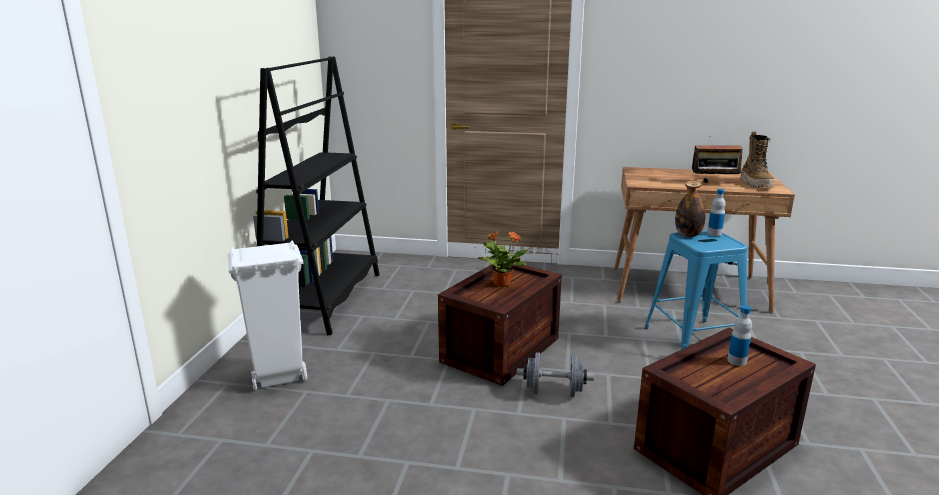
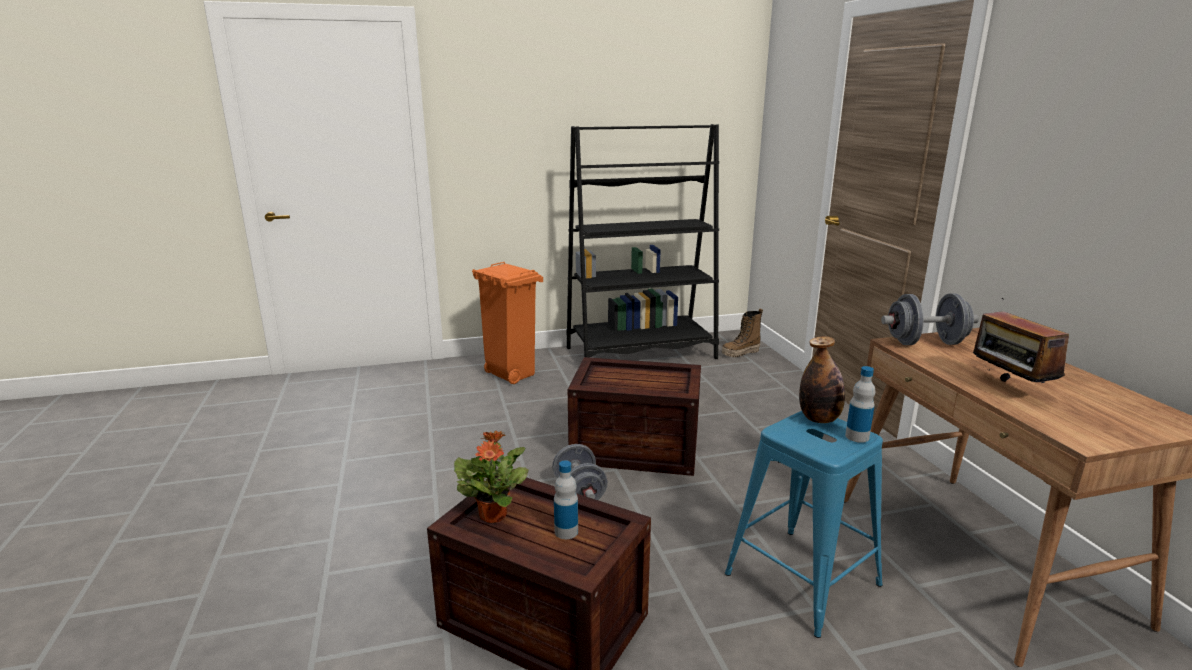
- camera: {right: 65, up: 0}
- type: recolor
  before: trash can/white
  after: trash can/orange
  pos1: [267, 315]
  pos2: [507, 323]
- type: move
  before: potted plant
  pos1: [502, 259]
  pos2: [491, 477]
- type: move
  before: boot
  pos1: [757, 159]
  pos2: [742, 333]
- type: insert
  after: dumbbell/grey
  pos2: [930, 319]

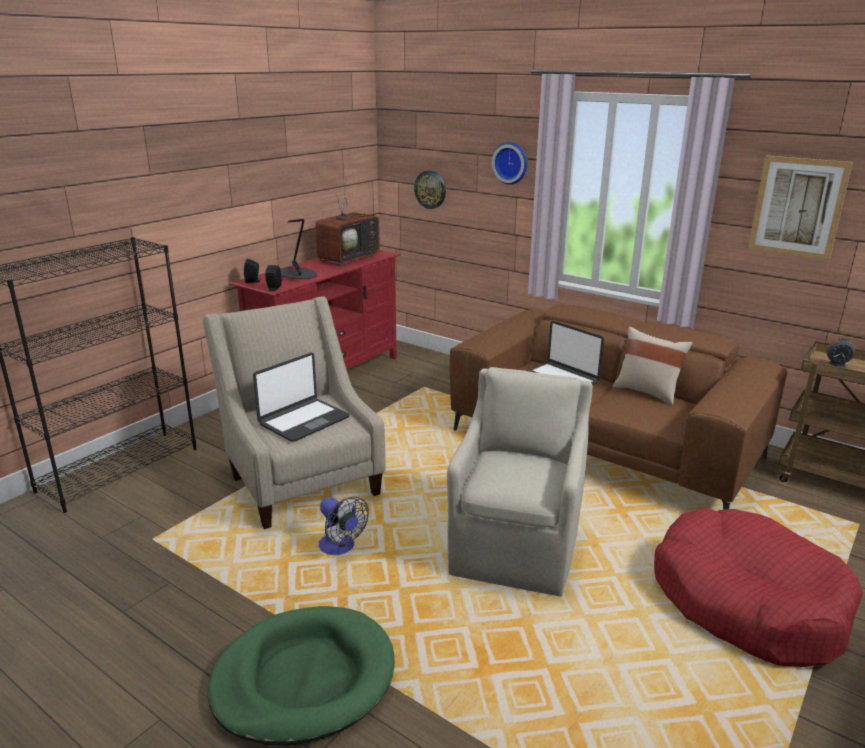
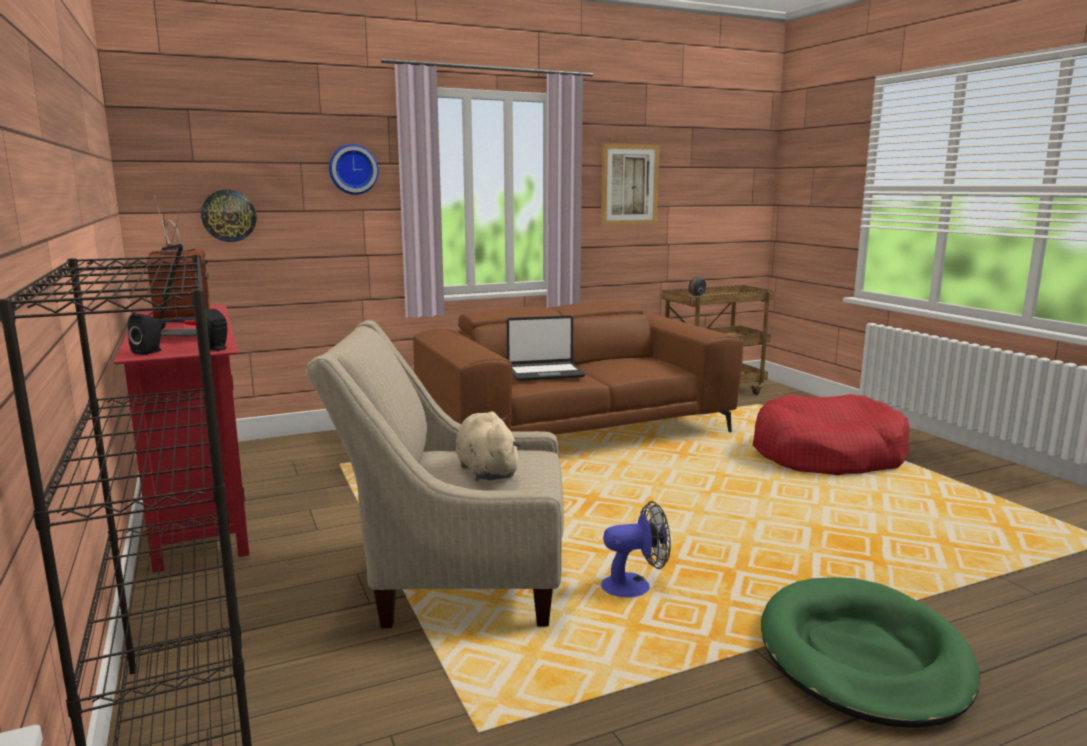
- camera: {right: -60, up: -10}
- type: replace
  before: laptop
  after: plush toy/beige
  pos1: [301, 397]
  pos2: [489, 446]
- type: delete
  before: armchair/beige
  pos1: [520, 481]
- type: delete
  before: pillow/beige
  pos1: [653, 365]

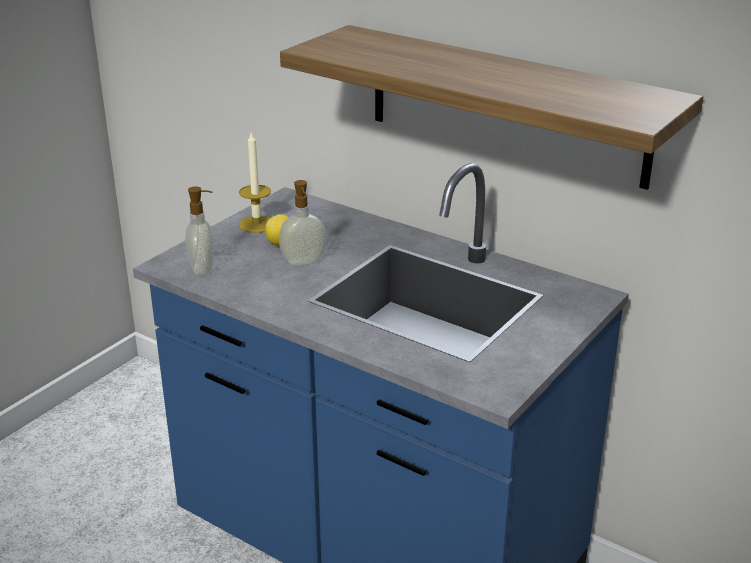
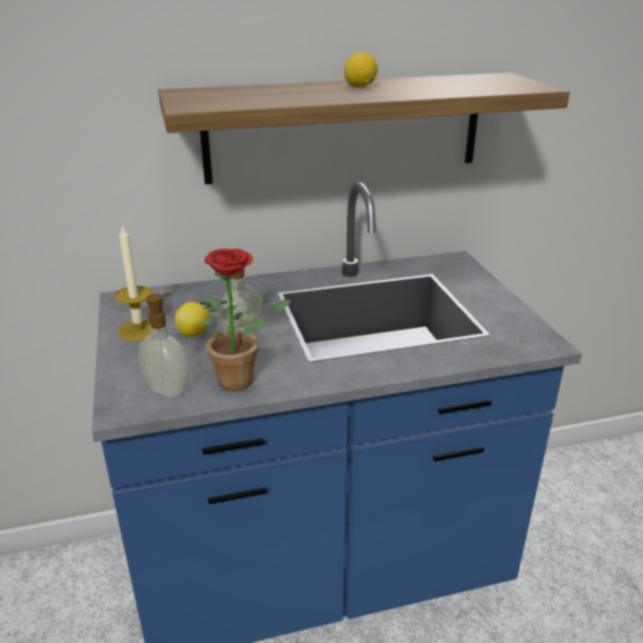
- camera: {right: -50, up: 0}
- type: insert
  after: potted plant
  pos2: [245, 319]
- type: insert
  after: lemon
  pos2: [361, 70]

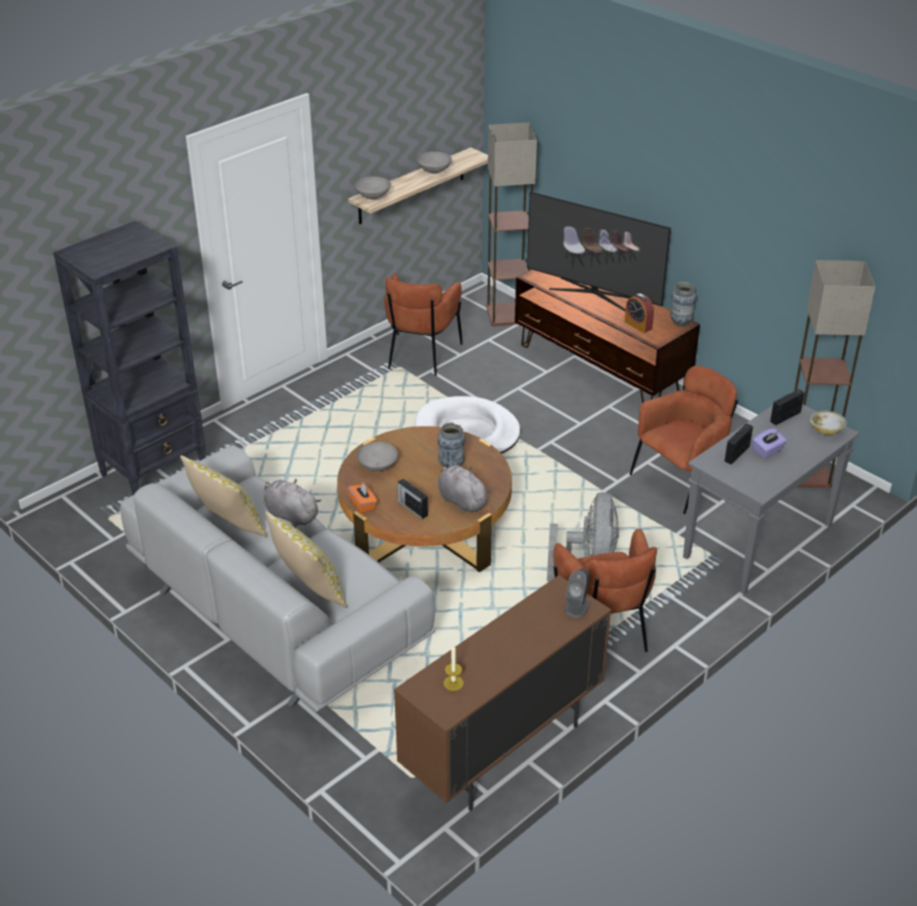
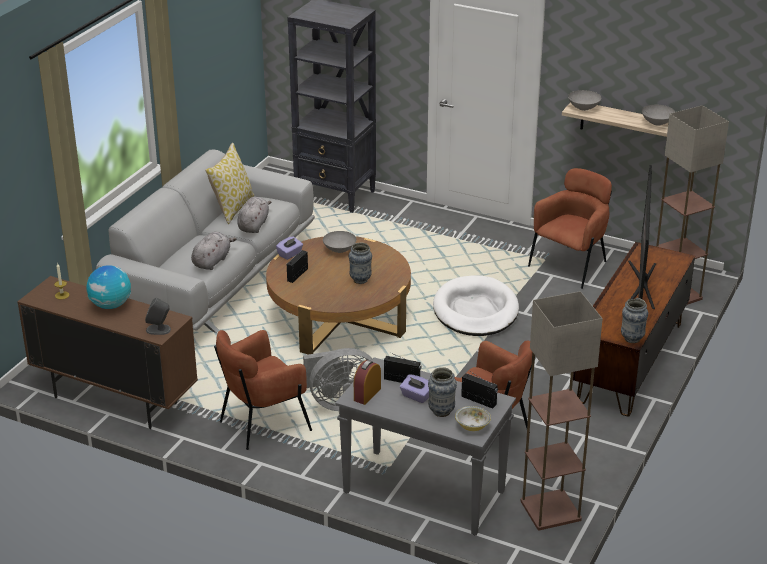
- camera: {right: 70, up: -5}
- type: delete
  before: pillow
  pos1: [306, 560]
- type: recolor
  before: tissue box/orange
  after: tissue box/purple
  pos1: [362, 498]
  pos2: [289, 248]
- type: rotate
  before: armchair/brown
  pos1: [423, 324]
  pos2: [570, 228]
  turn: 135
- type: move
  before: plush toy/grey
  pos1: [464, 489]
  pos2: [214, 251]
- type: move
  before: alarm clock
  pos1: [639, 313]
  pos2: [367, 382]
- type: insert
  after: globe
  pos2: [108, 287]
- type: insert
  after: vase
  pos2: [442, 392]

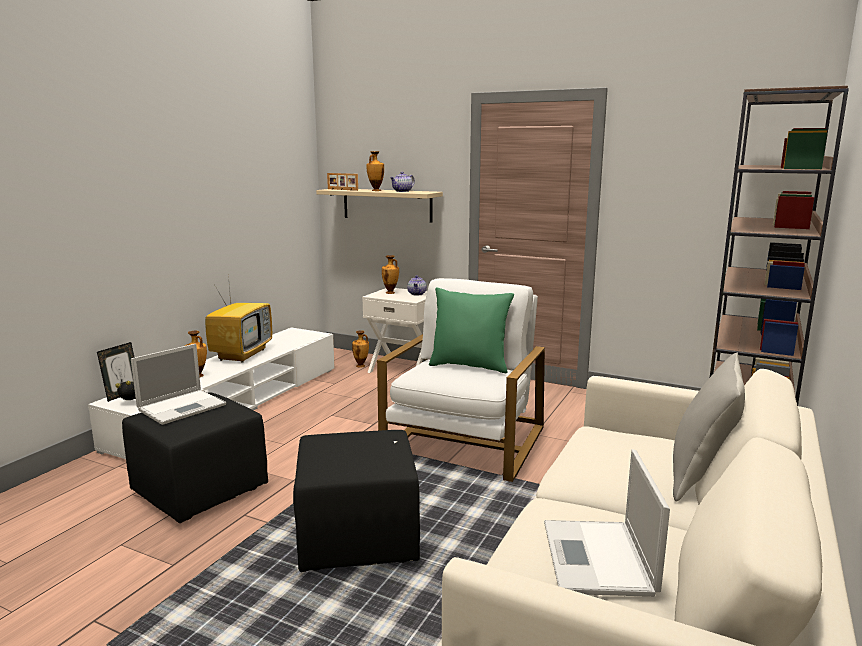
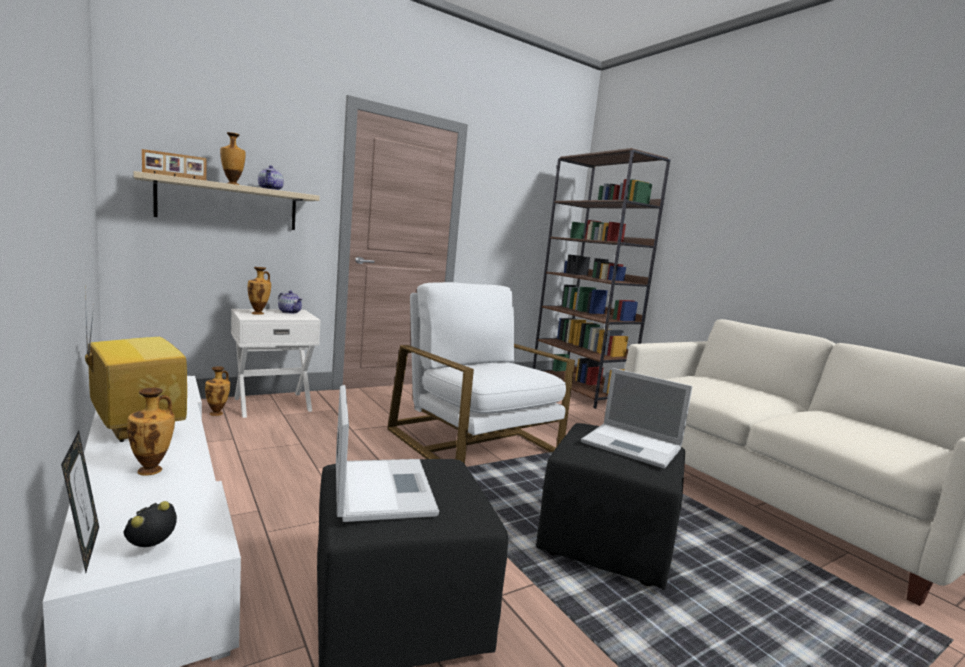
- camera: {right: -60, up: -5}
- type: delete
  before: pillow/green
  pos1: [471, 330]
- type: move
  before: laptop
  pos1: [607, 523]
  pos2: [636, 418]
- type: delete
  before: pillow/grey
  pos1: [709, 427]

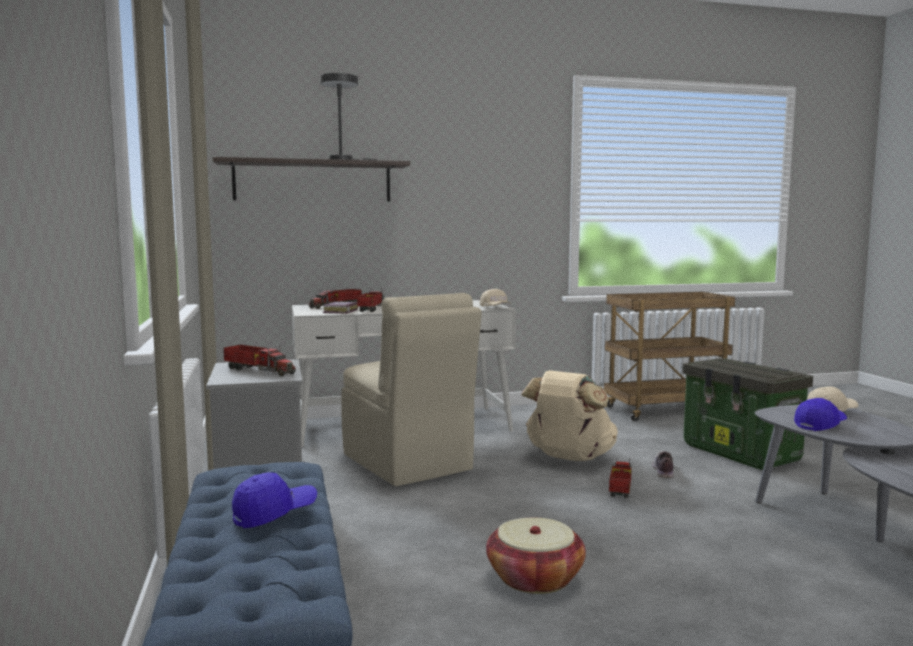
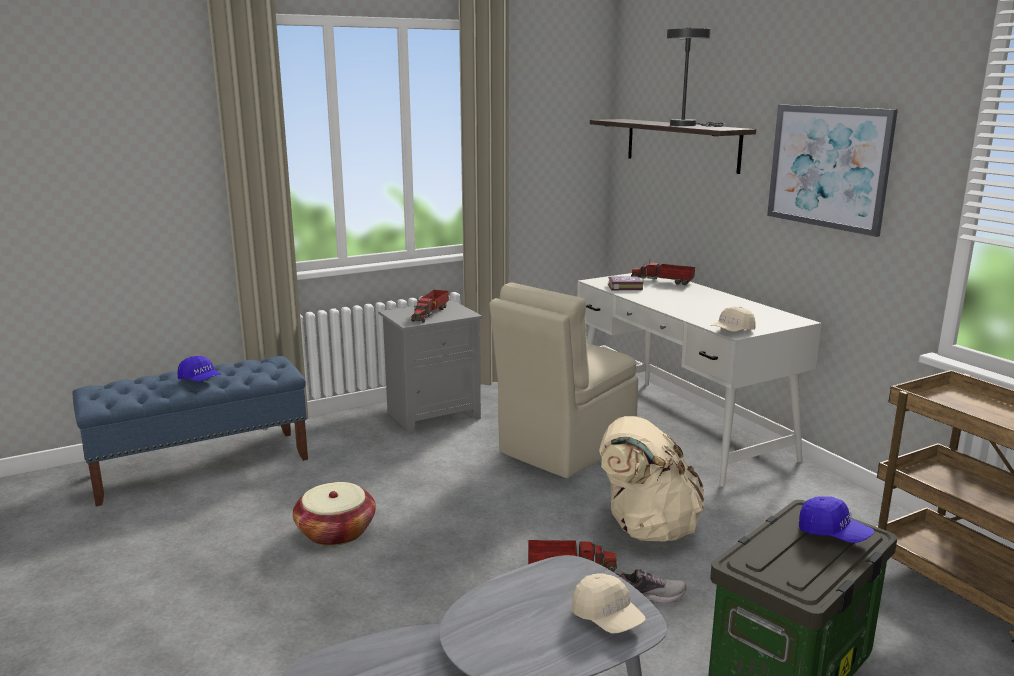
- camera: {right: 75, up: 10}
- type: delete
  before: toy truck
  pos1: [370, 300]
- type: move
  before: cap/blue
  pos1: [820, 414]
  pos2: [837, 519]
- type: insert
  after: picture
  pos2: [832, 171]

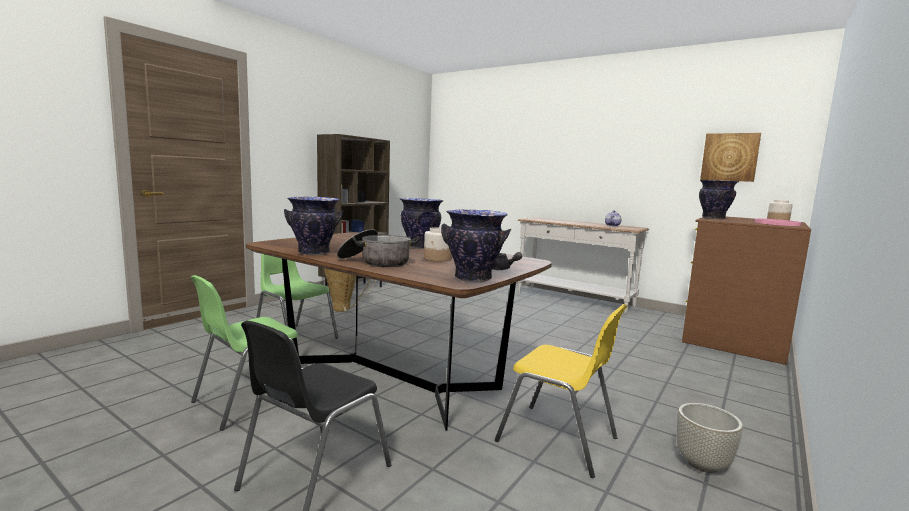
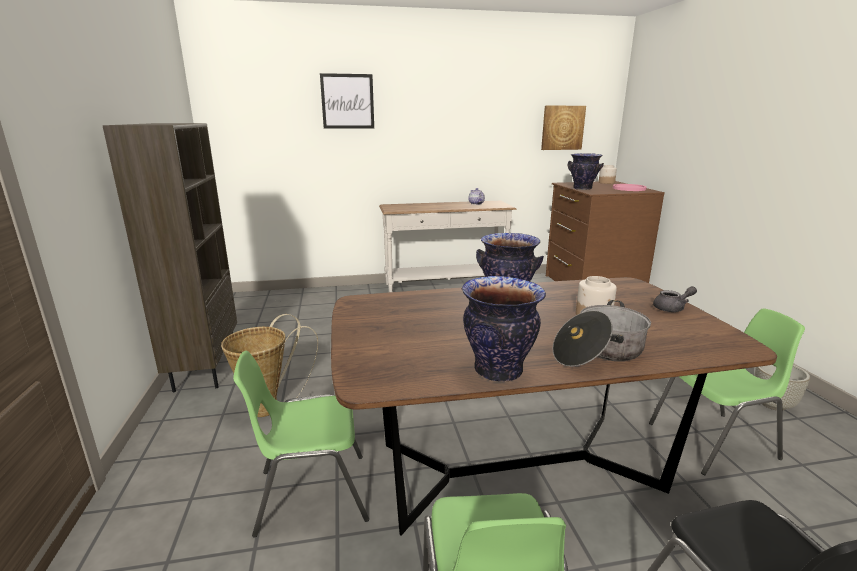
- camera: {right: -45, up: 10}
- type: delete
  before: vase
  pos1: [476, 245]
- type: recolor
  before: chair/yellow
  after: chair/green
  pos1: [561, 391]
  pos2: [727, 391]
- type: insert
  after: picture
  pos2: [347, 101]

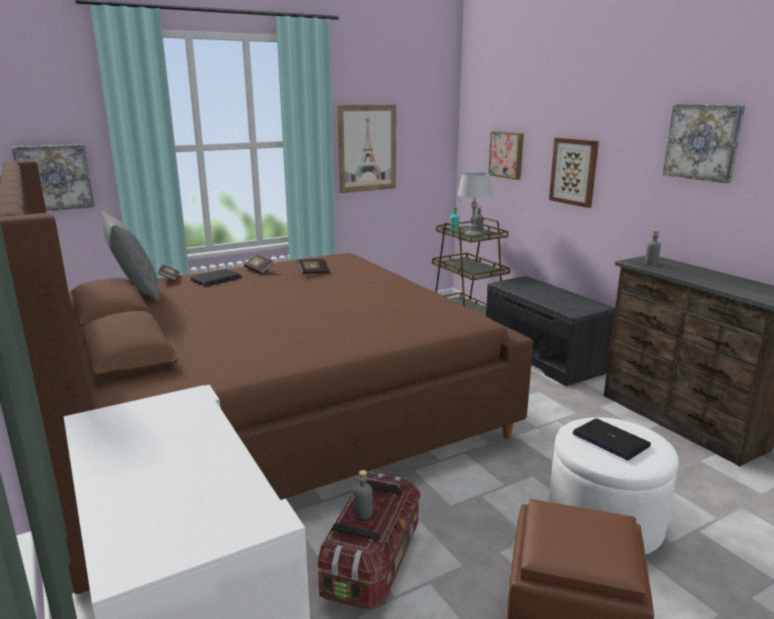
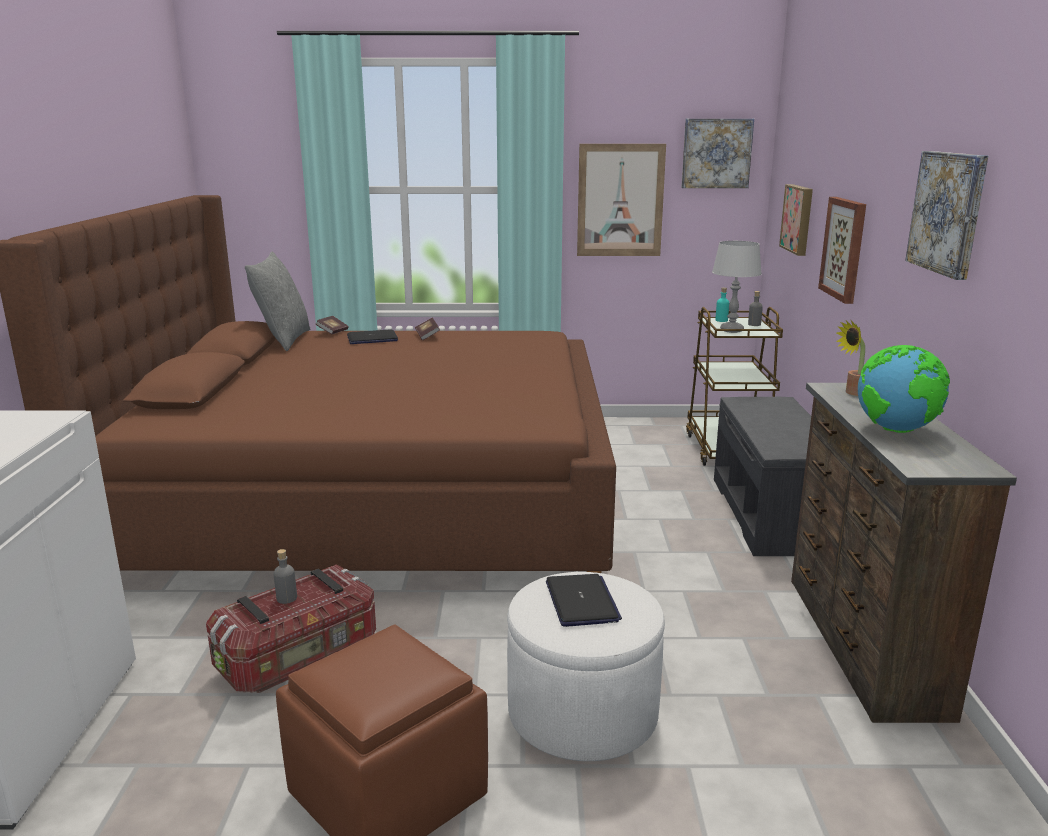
- camera: {right: 30, up: 0}
- type: move
  before: picture
  pos1: [53, 177]
  pos2: [717, 153]
- type: delete
  before: book
  pos1: [313, 267]
- type: replace
  before: bottle/grey
  after: potted plant
  pos1: [653, 247]
  pos2: [850, 358]
- type: insert
  after: globe
  pos2: [904, 389]

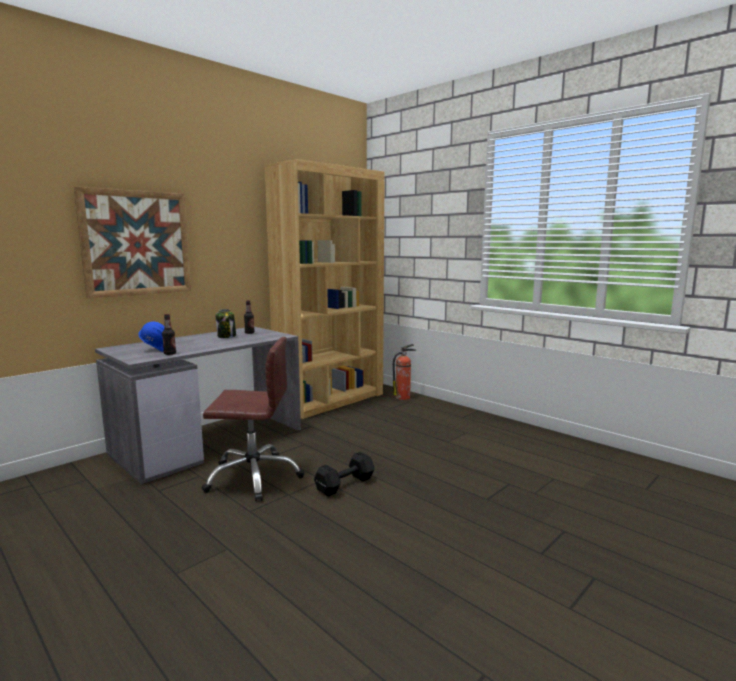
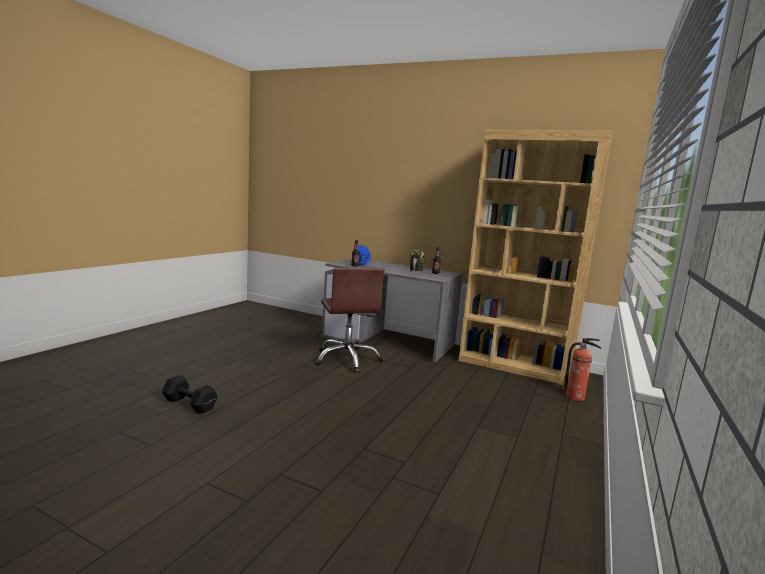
- camera: {right: 70, up: 0}
- type: delete
  before: picture
  pos1: [132, 242]
- type: move
  before: dumbbell/black
  pos1: [344, 474]
  pos2: [189, 394]

